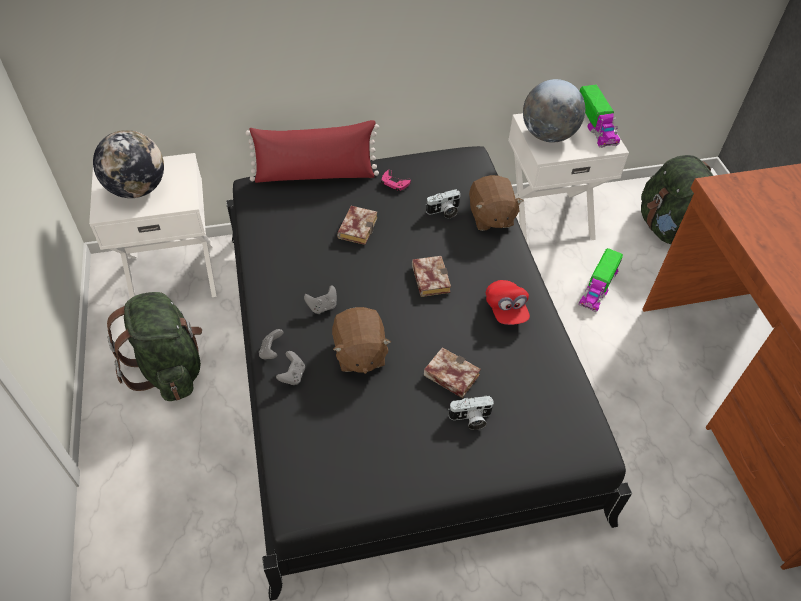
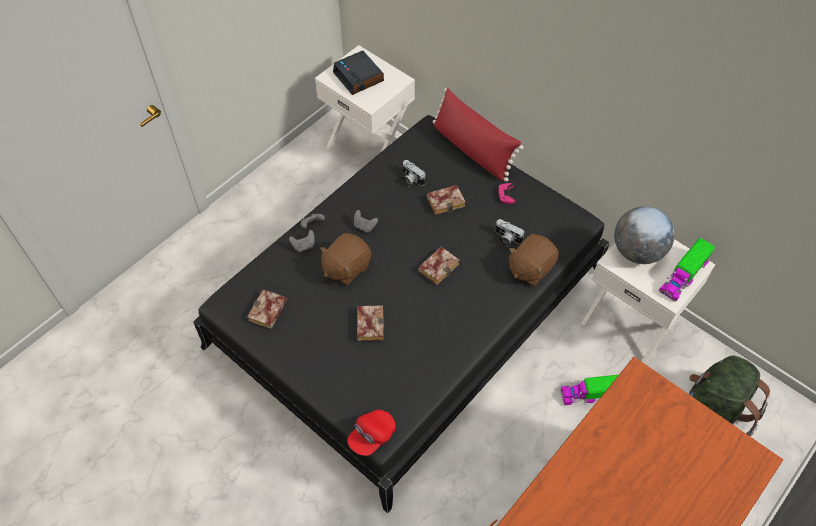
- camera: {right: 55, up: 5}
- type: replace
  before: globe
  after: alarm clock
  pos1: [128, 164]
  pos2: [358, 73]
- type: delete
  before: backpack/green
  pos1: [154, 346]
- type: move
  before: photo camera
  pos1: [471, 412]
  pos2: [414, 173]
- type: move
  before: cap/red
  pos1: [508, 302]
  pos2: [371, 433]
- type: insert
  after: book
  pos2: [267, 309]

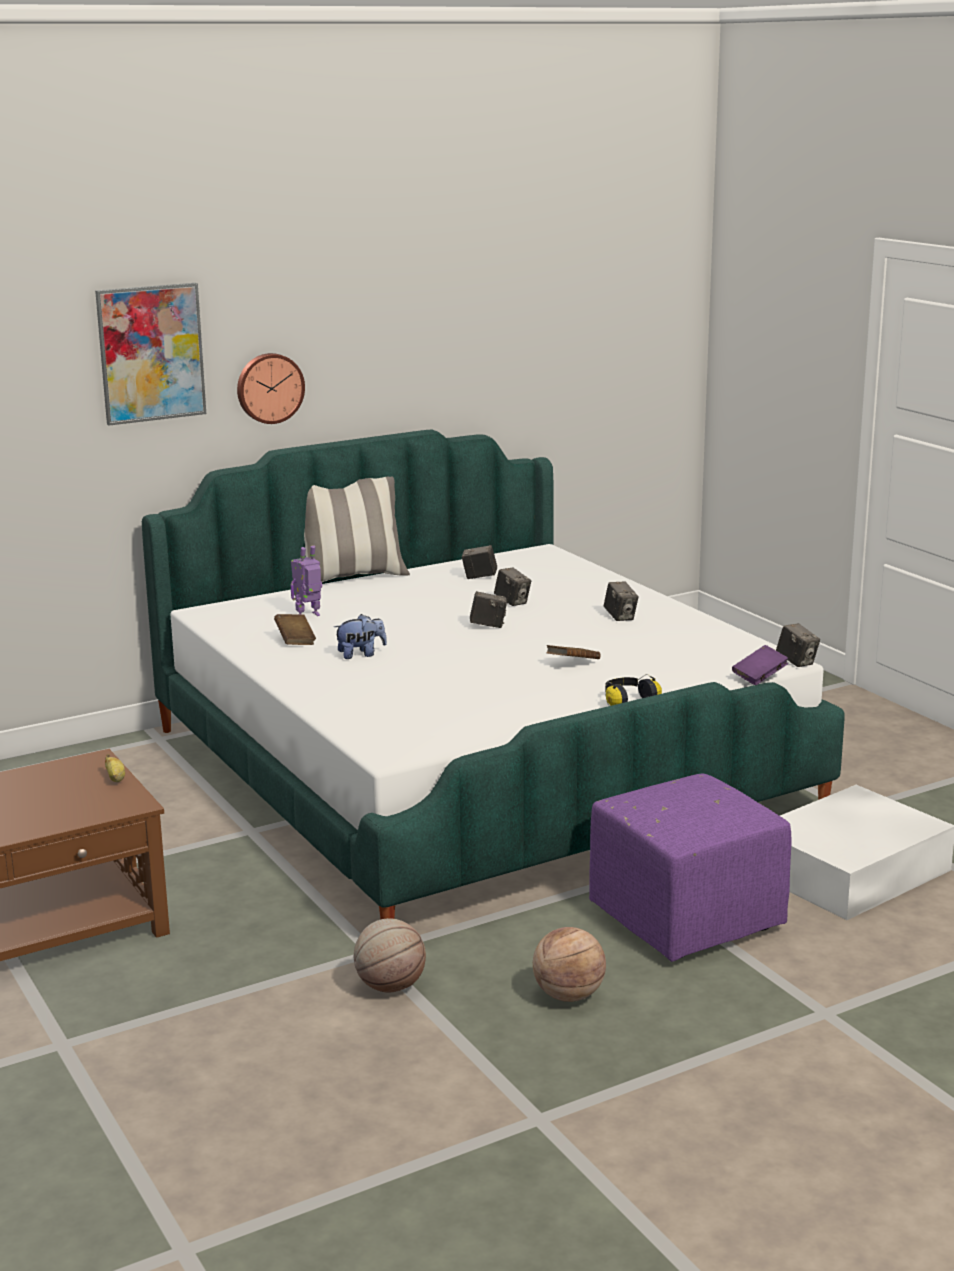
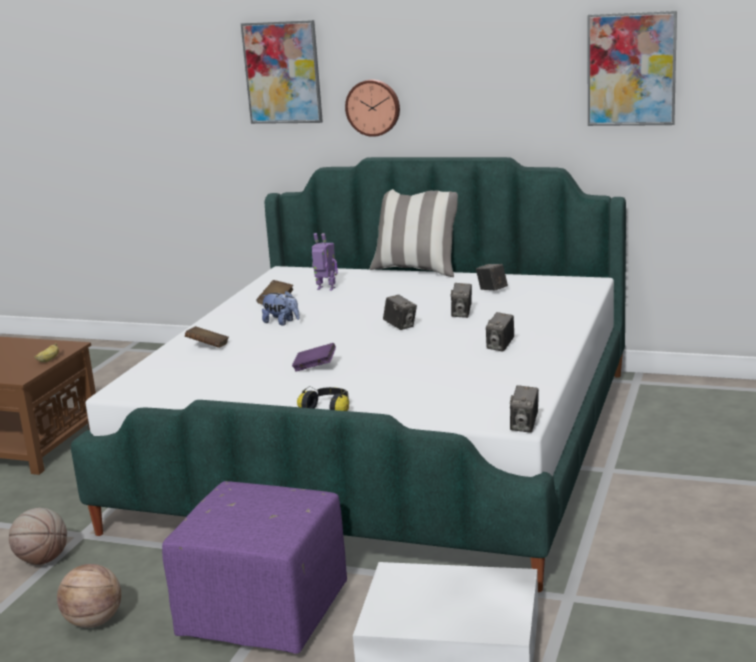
- camera: {right: 50, up: 0}
- type: move
  before: book/brown
  pos1: [573, 652]
  pos2: [207, 337]
- type: move
  before: book/purple
  pos1: [760, 665]
  pos2: [314, 357]
- type: insert
  after: picture
  pos2: [632, 68]

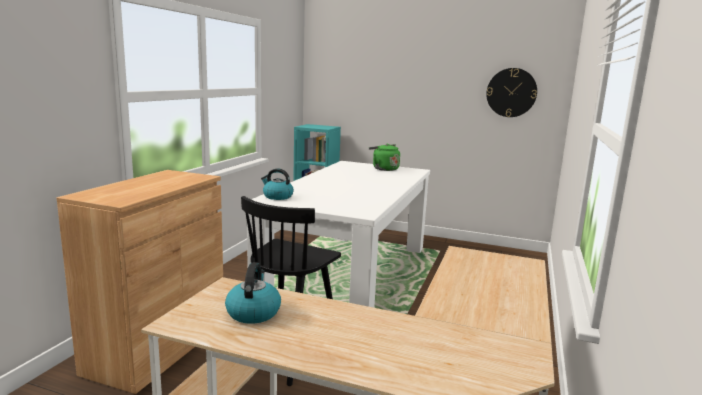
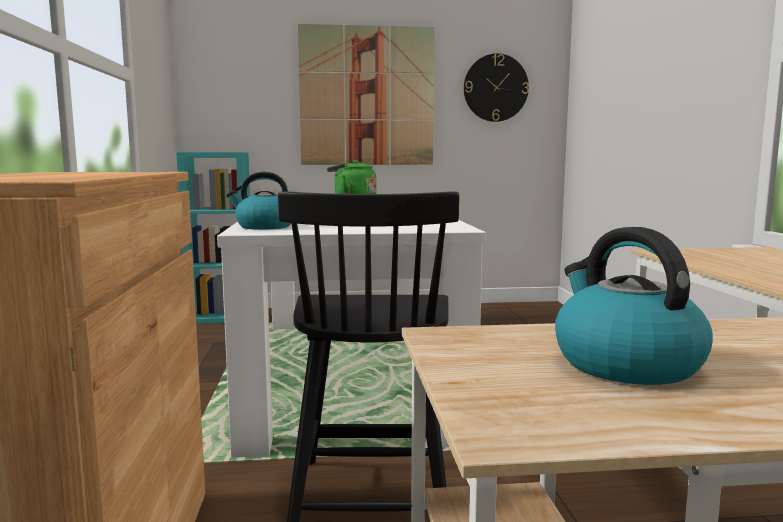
- camera: {right: -25, up: -5}
- type: insert
  after: picture
  pos2: [366, 94]

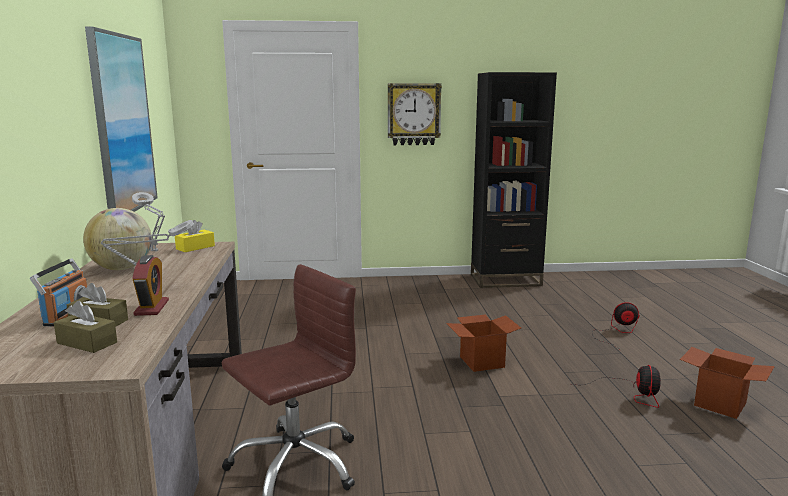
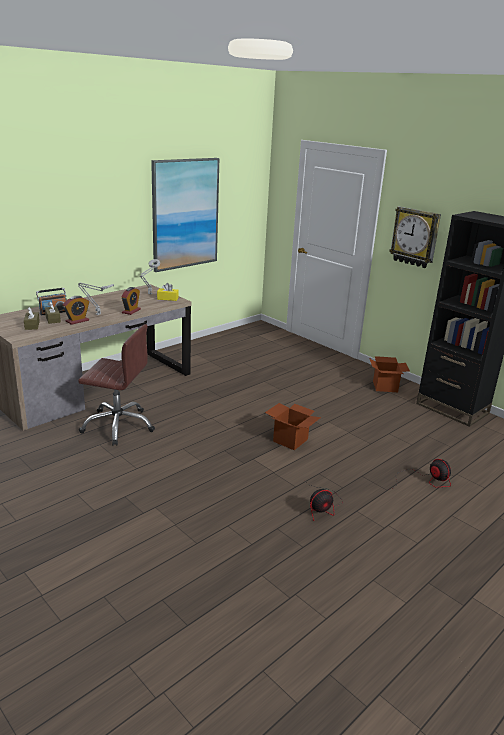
- camera: {right: 50, up: 10}
- type: delete
  before: globe
  pos1: [117, 239]
- type: move
  before: cardboard box
  pos1: [727, 383]
  pos2: [389, 374]
- type: insert
  after: alarm clock
  pos2: [131, 301]

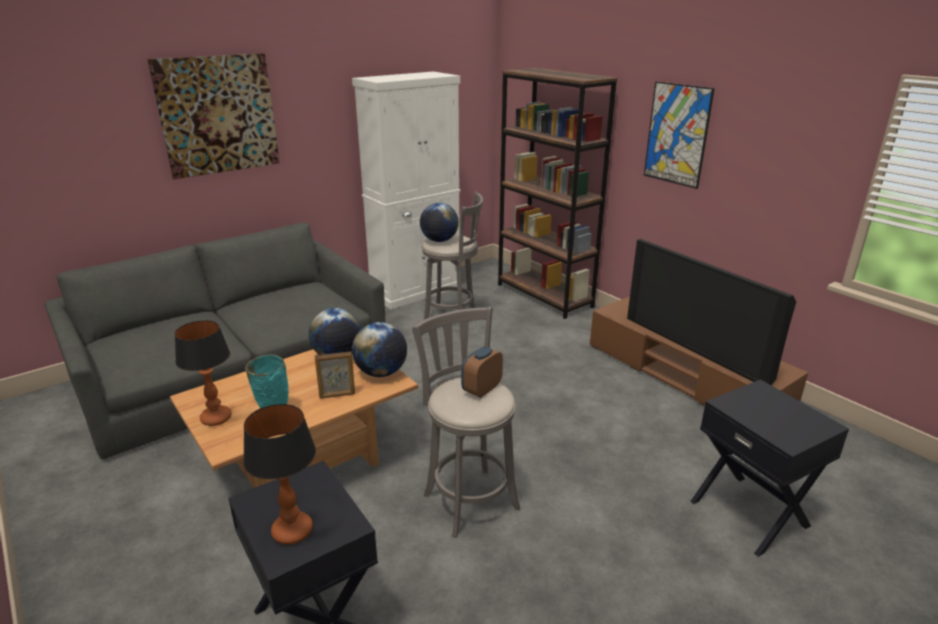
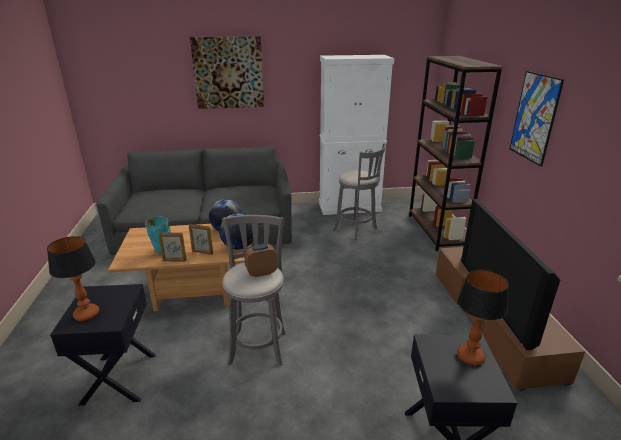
- camera: {right: 30, up: 0}
- type: move
  before: table lamp
  pos1: [203, 373]
  pos2: [483, 317]
- type: delete
  before: globe
  pos1: [439, 222]
- type: insert
  after: picture frame
  pos2: [172, 247]

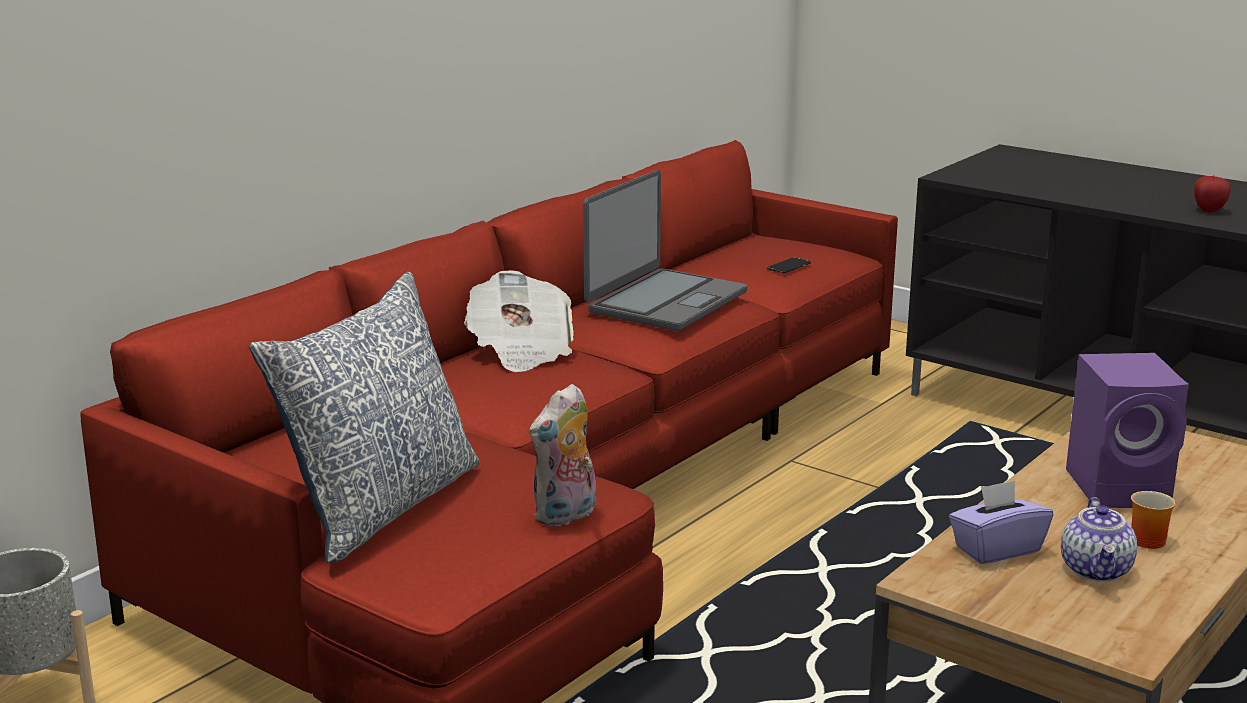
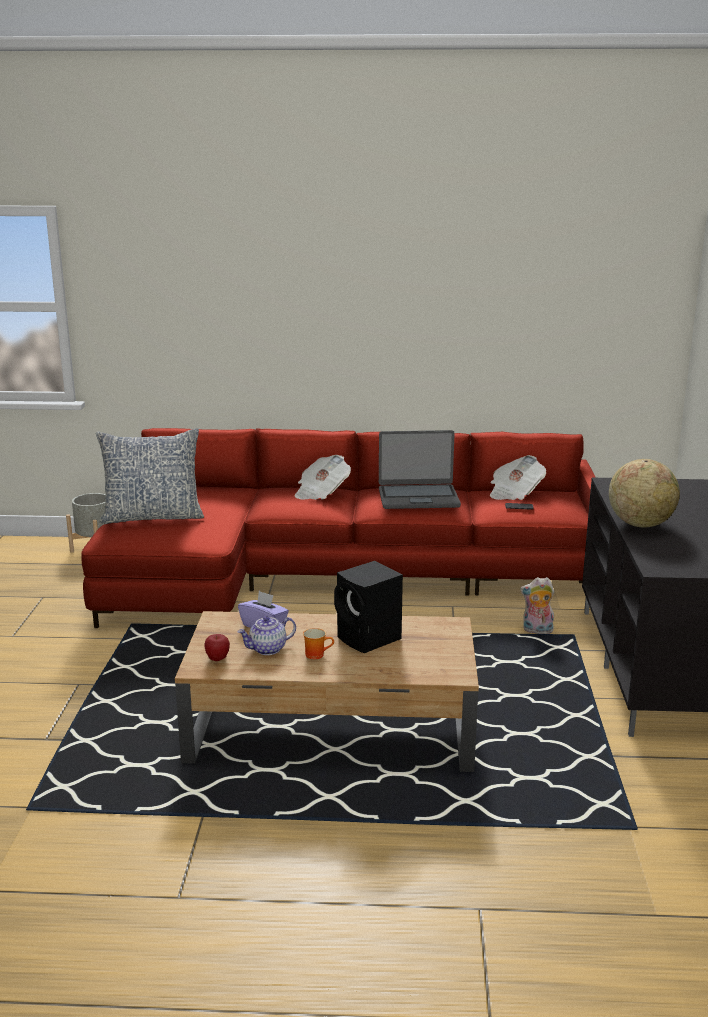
- camera: {right: 55, up: 0}
- type: move
  before: plush toy
  pos1: [562, 455]
  pos2: [537, 605]
- type: recolor
  before: speaker/purple
  after: speaker/black
  pos1: [1127, 430]
  pos2: [368, 607]
- type: move
  before: apple
  pos1: [1212, 194]
  pos2: [217, 647]
- type: insert
  after: newspaper
  pos2: [518, 477]
- type: insert
  after: globe
  pos2: [644, 493]

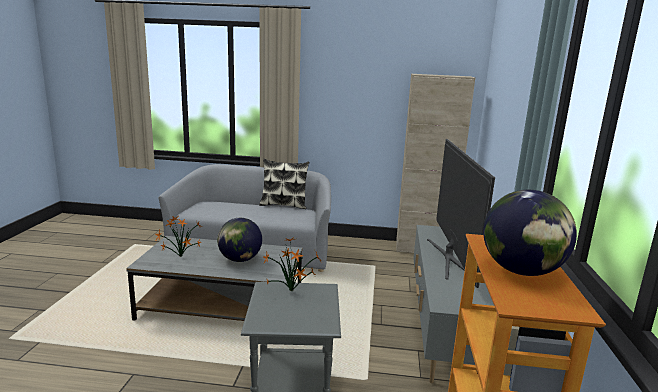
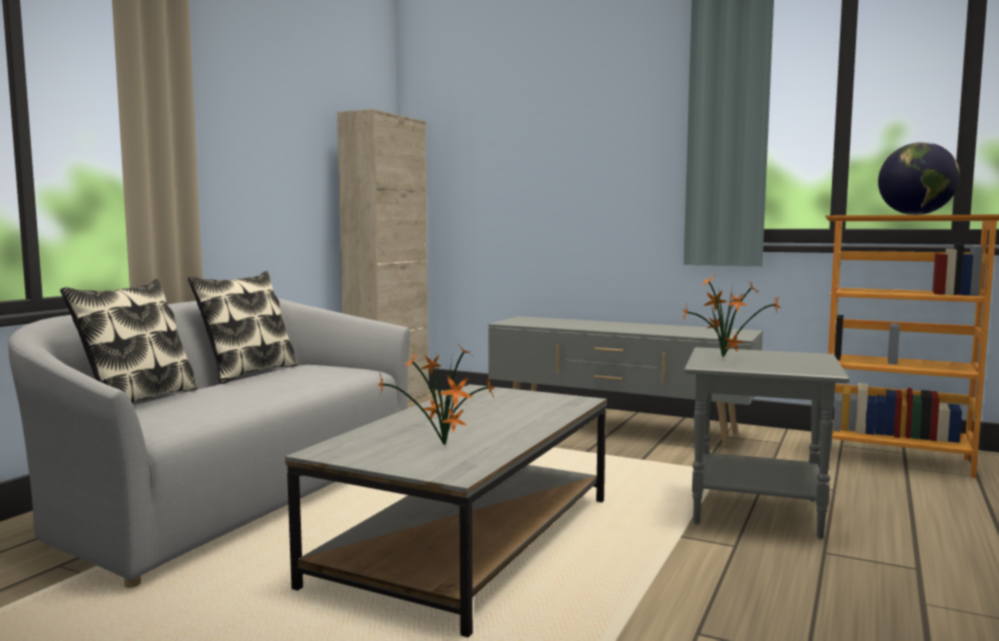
- camera: {right: -70, up: -10}
- type: delete
  before: globe
  pos1: [239, 240]
- type: delete
  before: television
  pos1: [461, 213]
- type: insert
  after: pillow
  pos2: [129, 341]

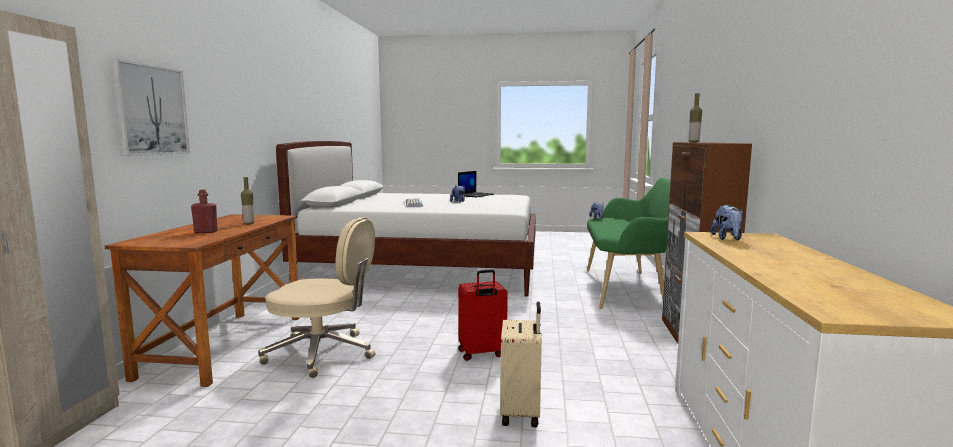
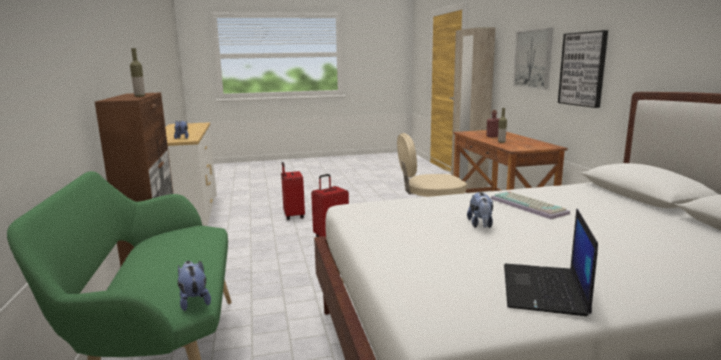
- camera: {right: 160, up: 5}
- type: recolor
  before: suitcase/beige
  after: suitcase/red
  pos1: [521, 364]
  pos2: [293, 191]
- type: insert
  after: picture
  pos2: [583, 69]

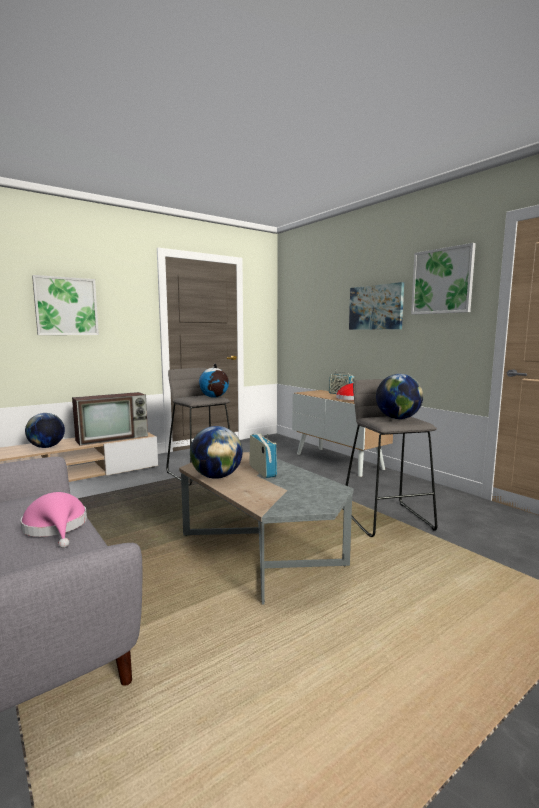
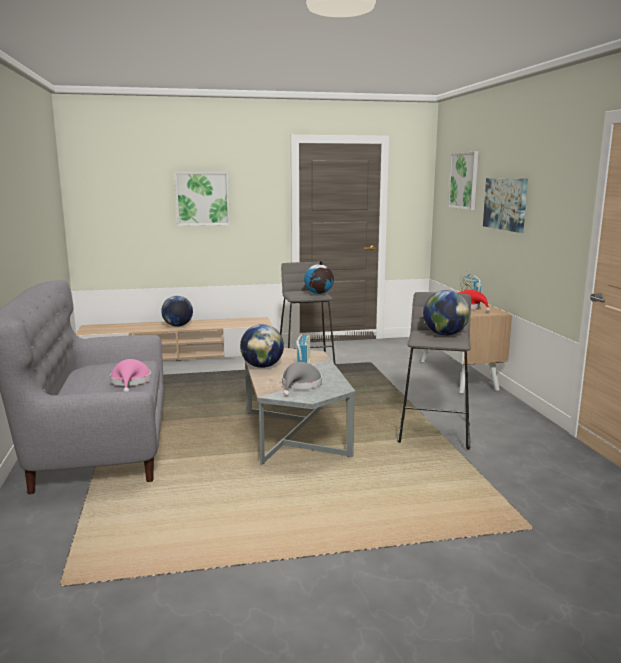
- camera: {right: 25, up: 5}
- type: delete
  before: television
  pos1: [110, 419]
- type: move
  before: picture
  pos1: [443, 279]
  pos2: [463, 181]
- type: insert
  after: hat/grey
  pos2: [302, 379]

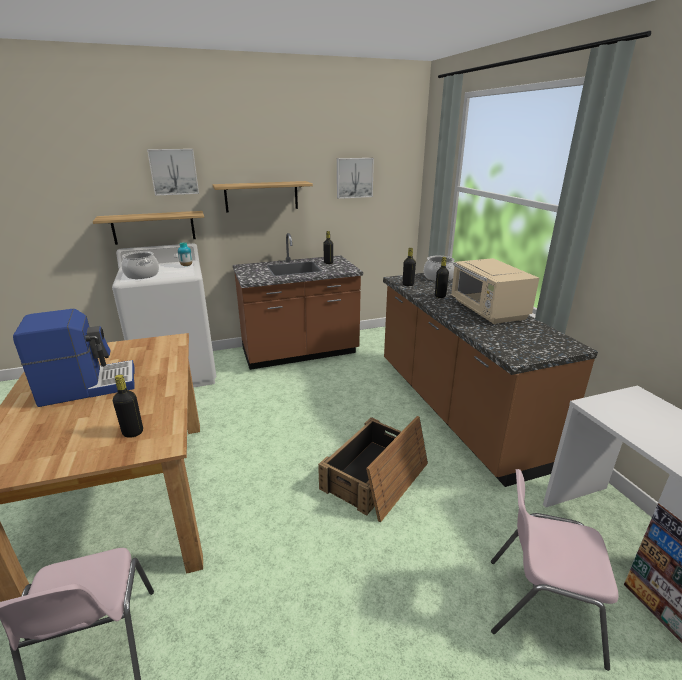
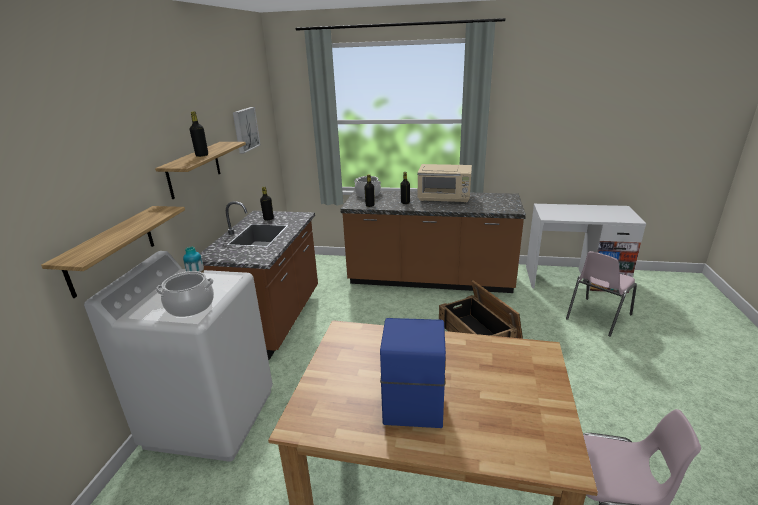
- camera: {right: -60, up: 0}
- type: move
  before: bottle/black
  pos1: [128, 406]
  pos2: [199, 134]
- type: delete
  before: picture
  pos1: [173, 172]

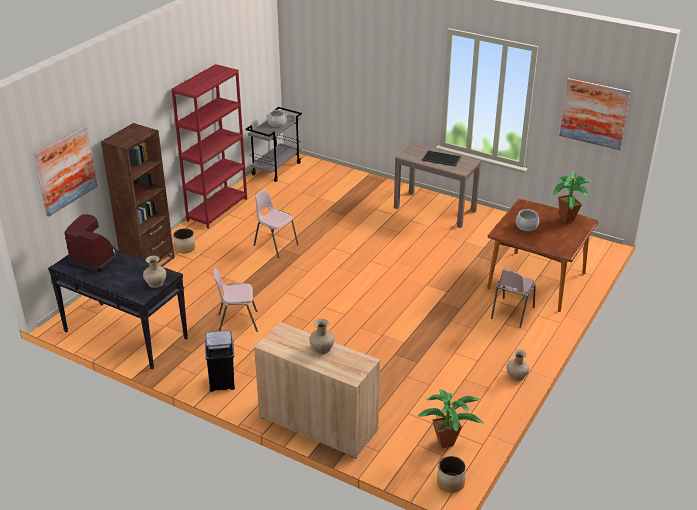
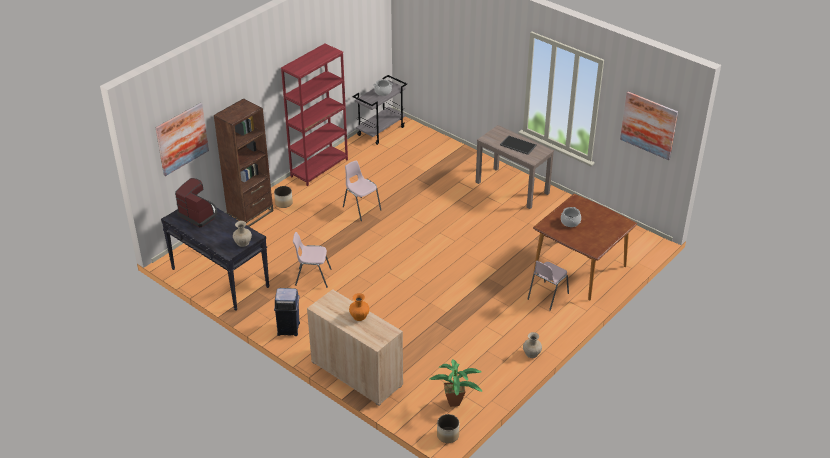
- camera: {right: 10, up: 5}
- type: recolor
  before: vase/beige
  after: vase/orange
  pos1: [322, 336]
  pos2: [359, 307]
- type: delete
  before: potted plant
  pos1: [572, 197]

